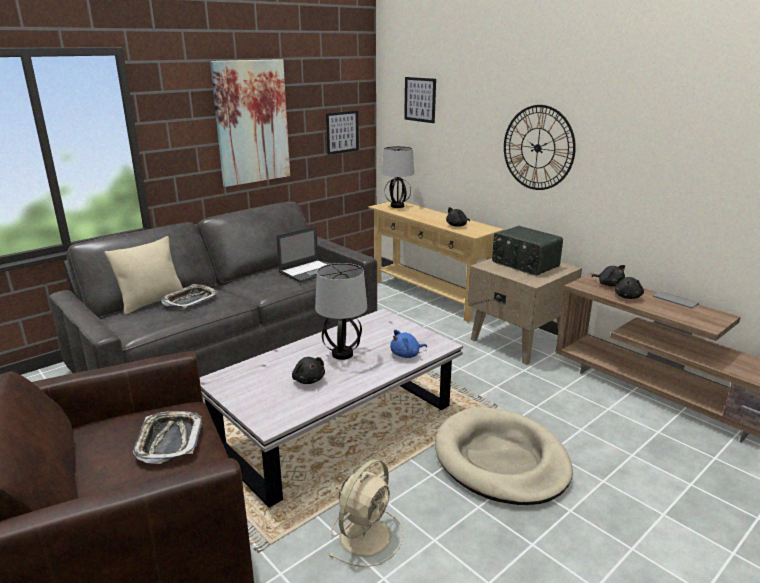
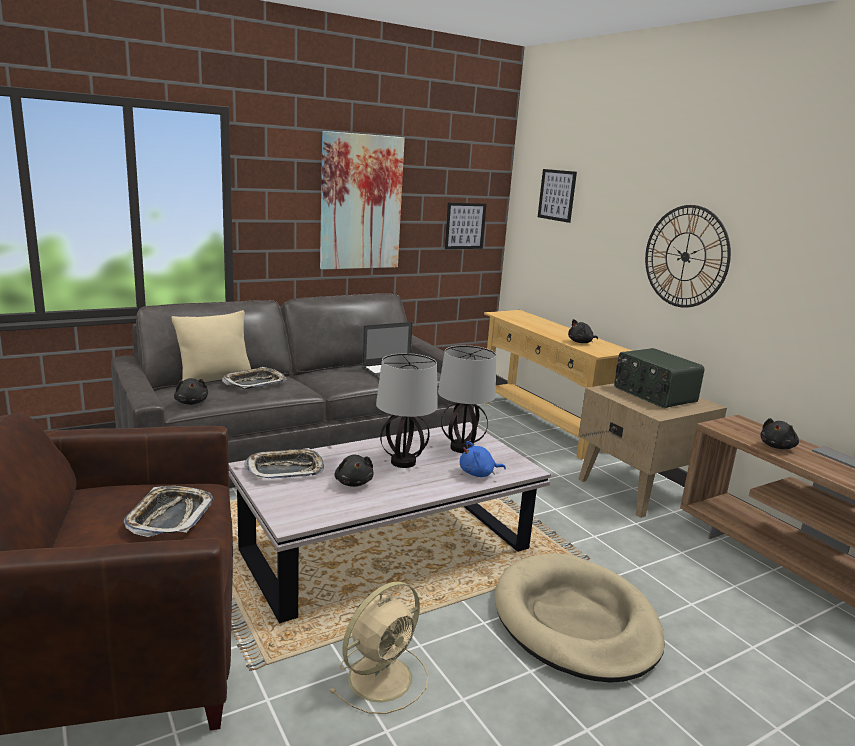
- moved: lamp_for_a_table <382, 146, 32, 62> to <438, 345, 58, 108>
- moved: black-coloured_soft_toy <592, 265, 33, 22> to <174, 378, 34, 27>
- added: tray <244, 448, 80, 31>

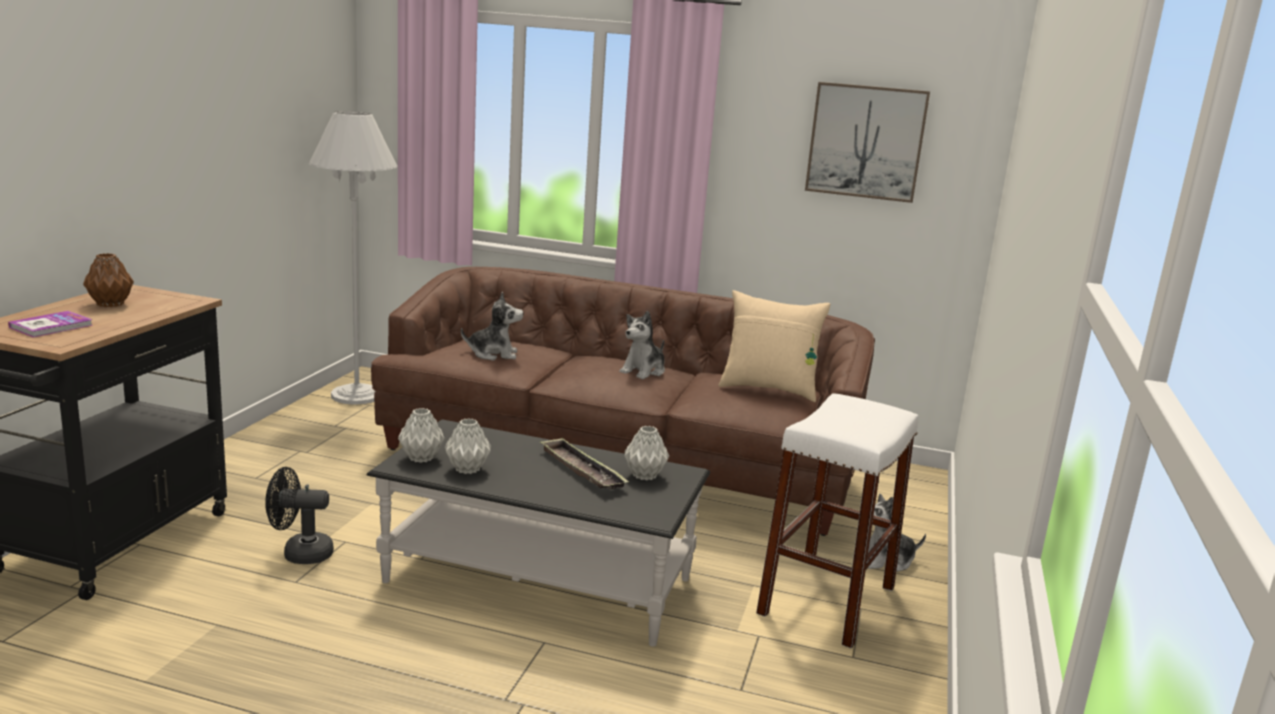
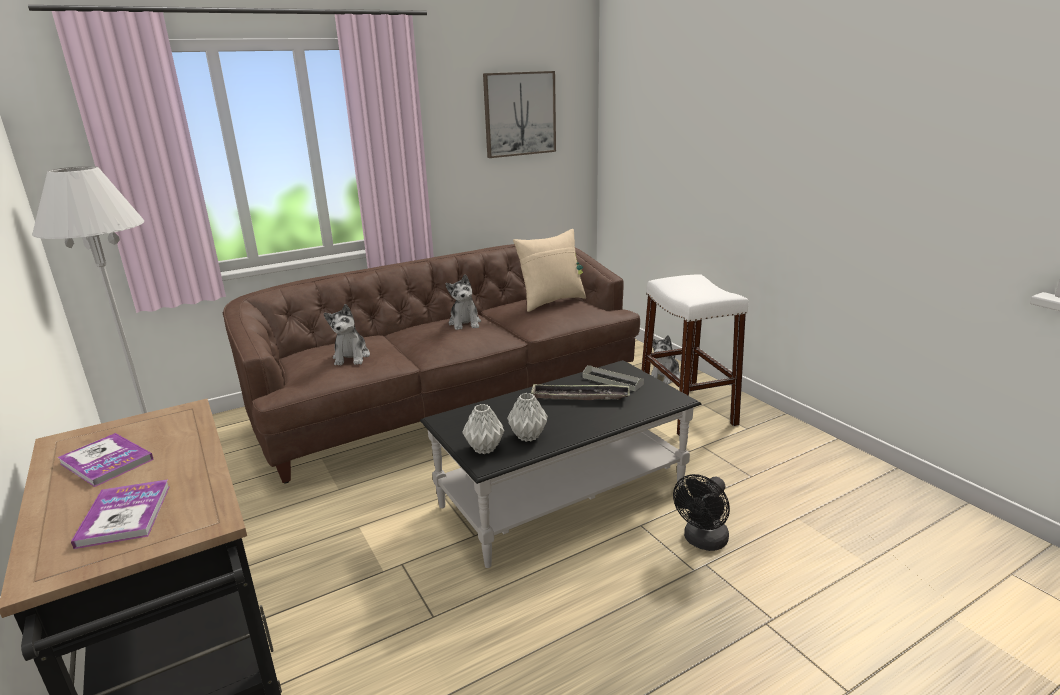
- replaced: brownish_flower_vase <83, 253, 51, 54> to bound_book <58, 433, 96, 54>
- moved: black-coloured_electric_fan <265, 467, 69, 97> to <673, 474, 57, 77>
- turned: soft_toy <461, 292, 63, 68> = <324, 304, 46, 61> 135 degrees clockwise
- replaced: grey_flower_vase <624, 426, 45, 55> to grey_tray <583, 365, 61, 26>

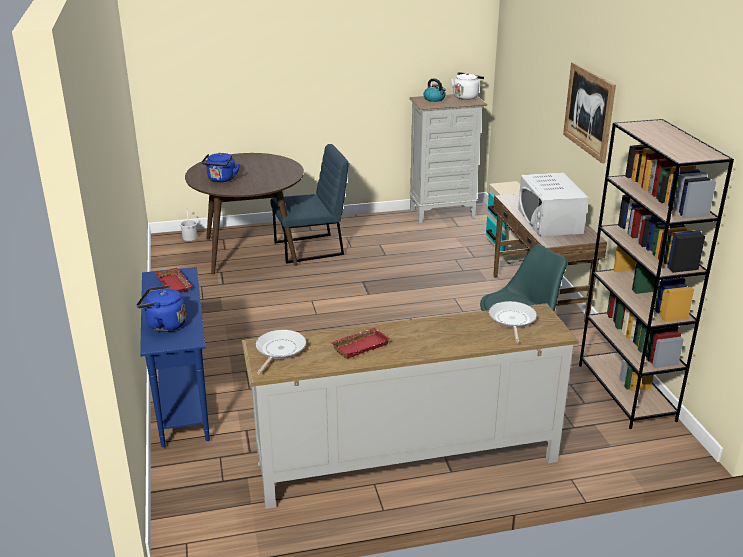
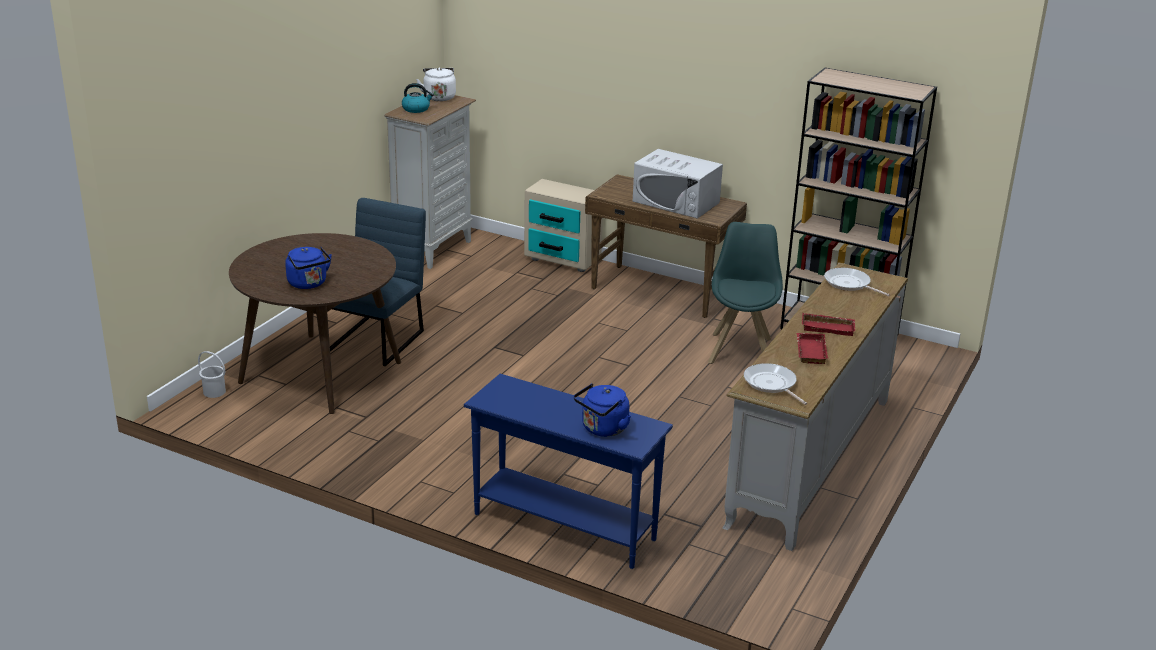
- moved: reddish_tray <155, 268, 38, 25> to <802, 313, 53, 23>
- removed: wall_art <563, 62, 53, 102>

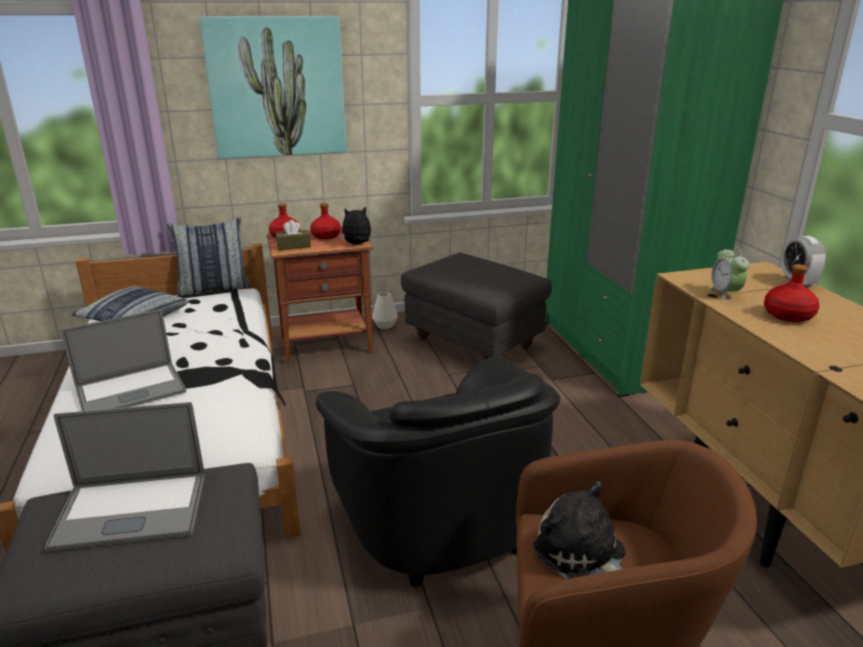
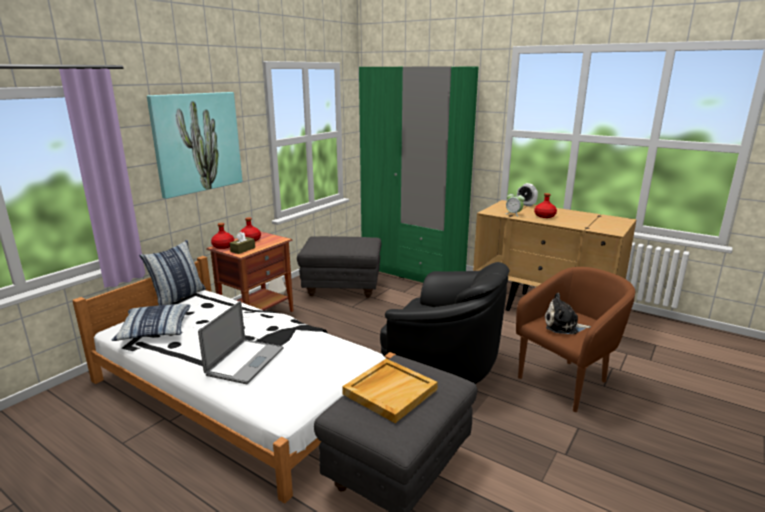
- replaced: portable_computer <45, 402, 160, 150> to beige-coloured_tray <342, 359, 96, 64>
- removed: soft_toy <341, 207, 30, 37>

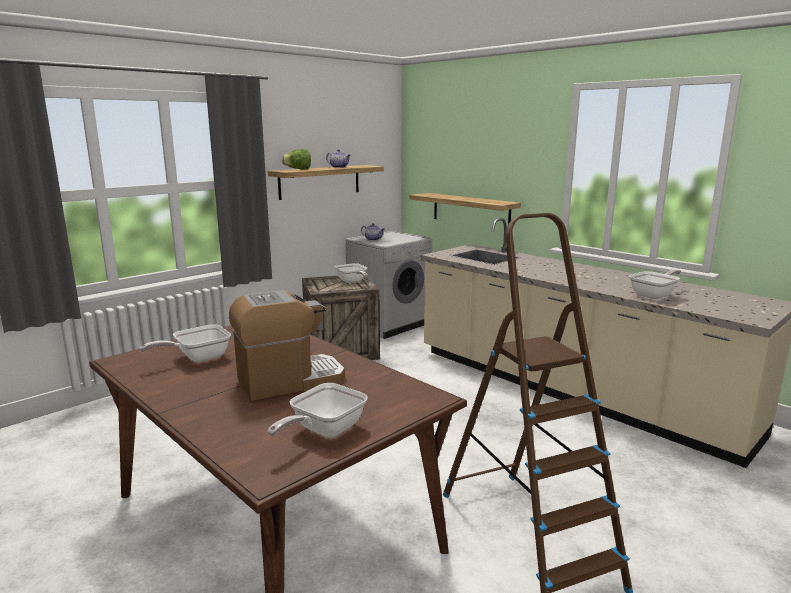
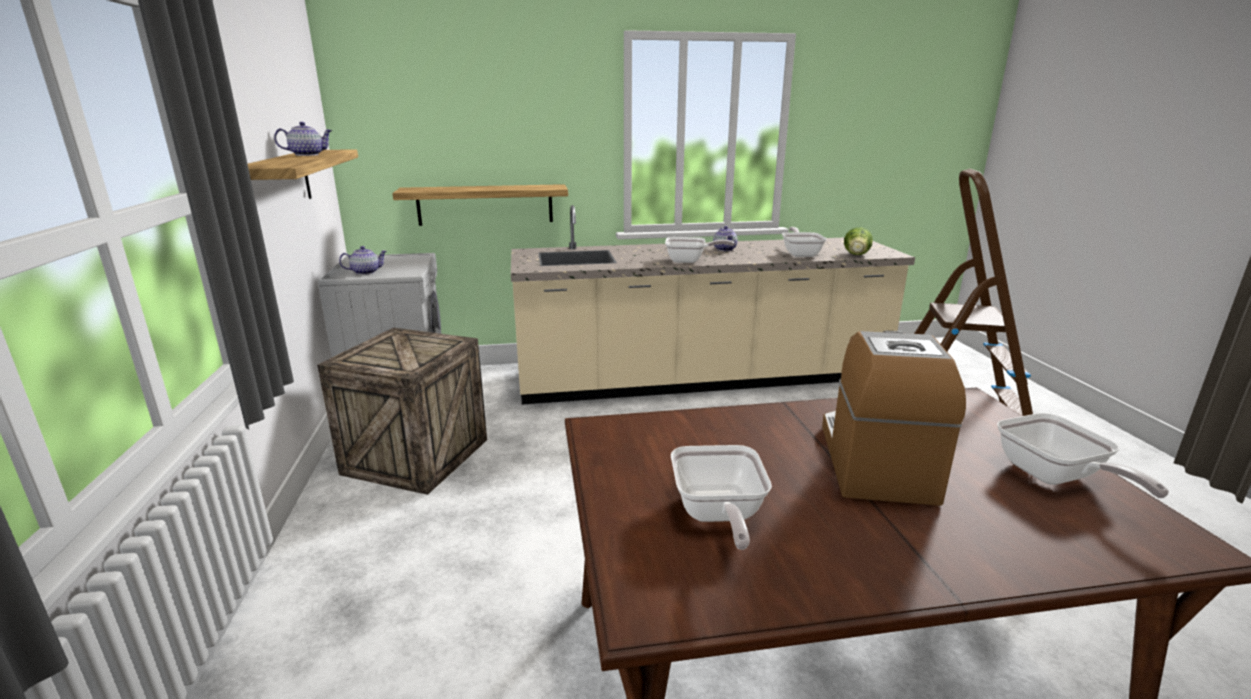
- moved: lettuce <282, 149, 29, 21> to <844, 227, 29, 28>
- moved: skillet <334, 263, 33, 20> to <665, 237, 70, 26>
- added: teapot <713, 226, 25, 25>

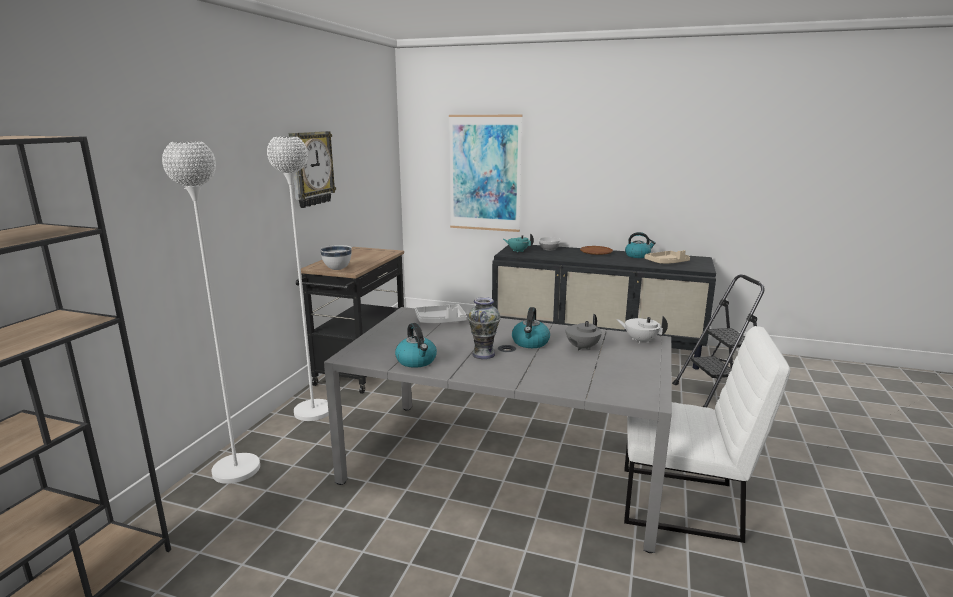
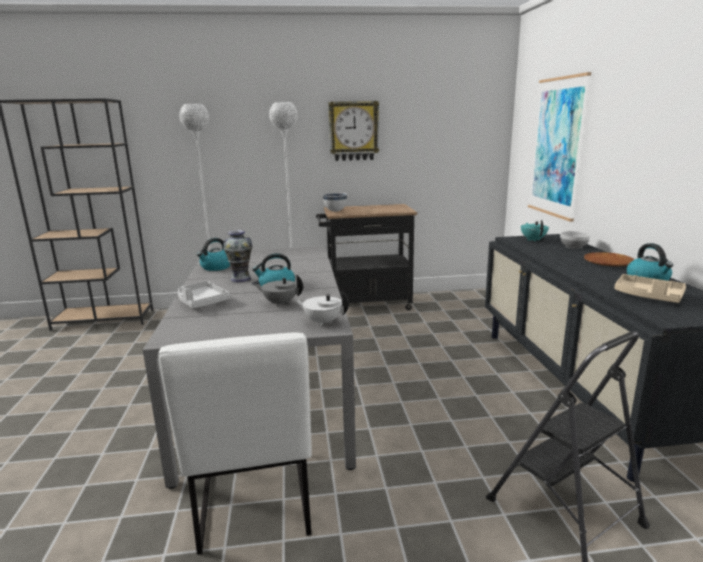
- moved: grey_tray <415, 304, 52, 19> to <178, 281, 53, 27>
- turned: white_teapot <616, 316, 52, 28> = <295, 291, 54, 35> 75 degrees counterclockwise

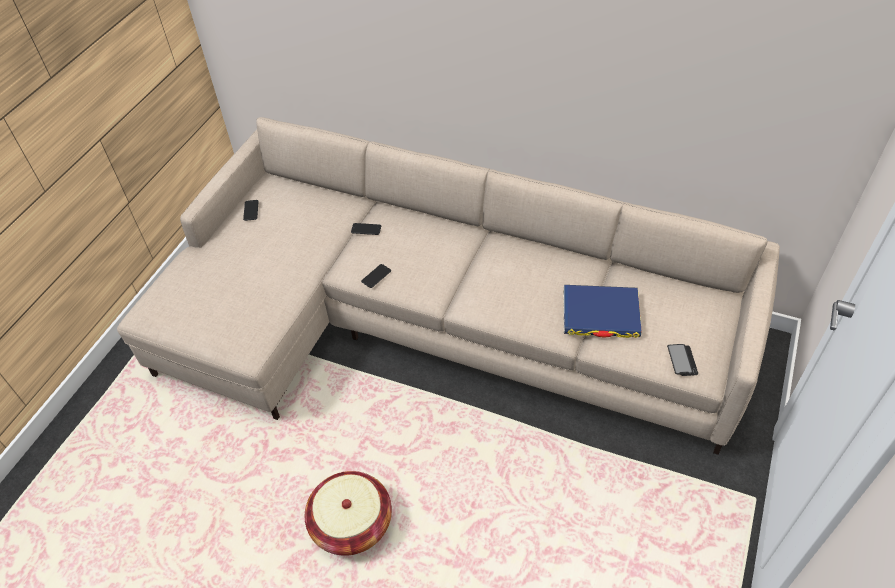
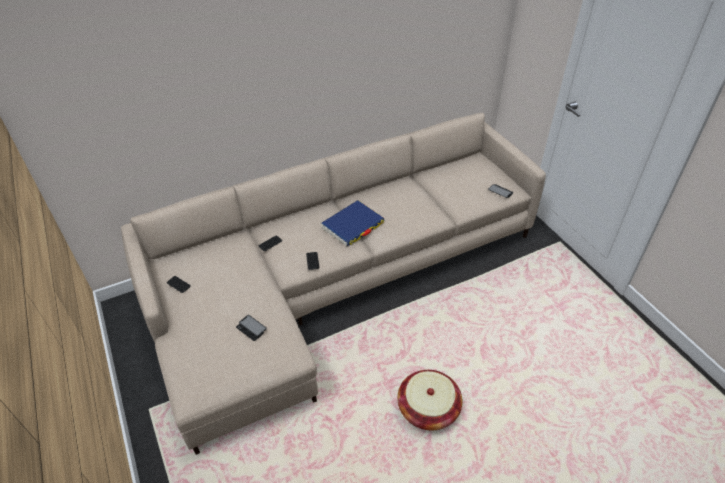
- moved: blue_bound_book <563, 285, 79, 53> to <321, 200, 64, 46>
- added: telephone <236, 315, 31, 26>

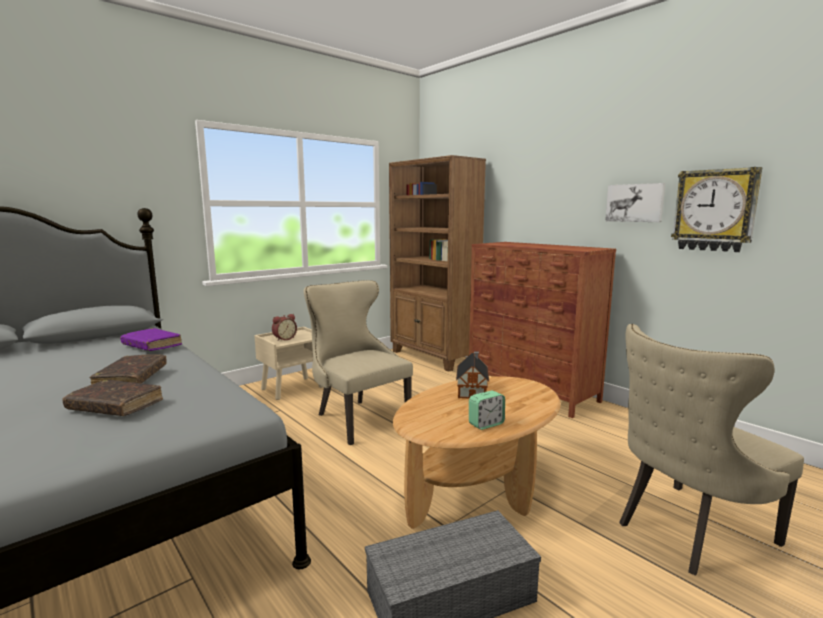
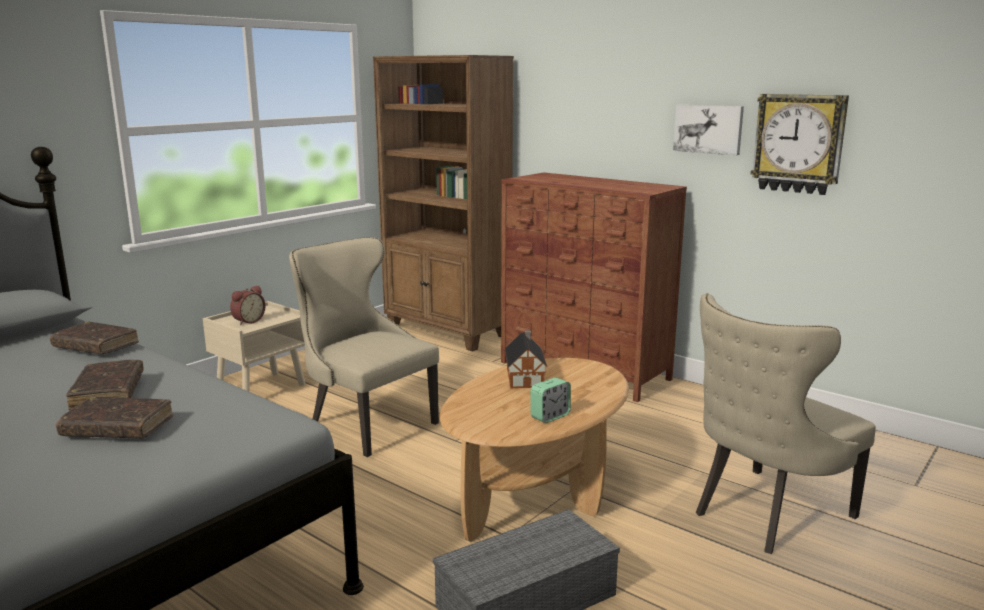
- recoloured: purple-coloured_bound_book <120, 328, 62, 23> to brownish_bound_book <50, 321, 89, 33>

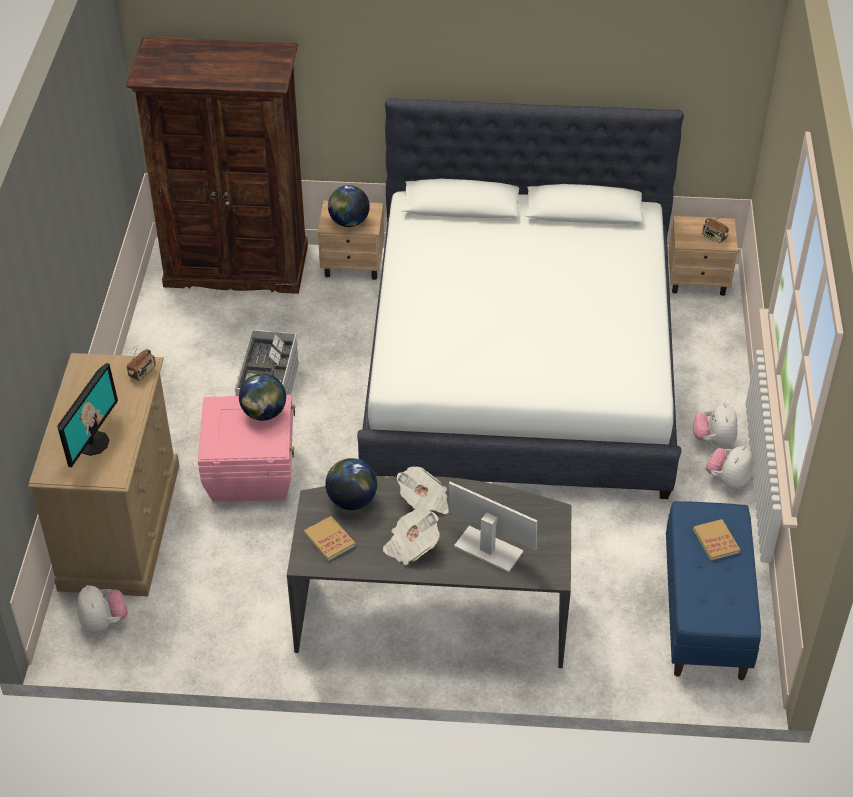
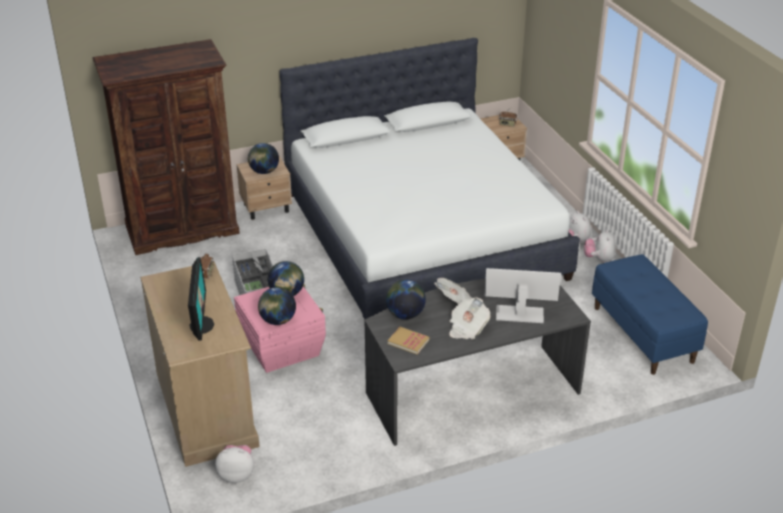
- turned: soft_toy <77, 585, 51, 48> = <215, 445, 39, 38> 45 degrees counterclockwise
- removed: bound_book <693, 519, 48, 42>
- added: globe <258, 287, 38, 38>

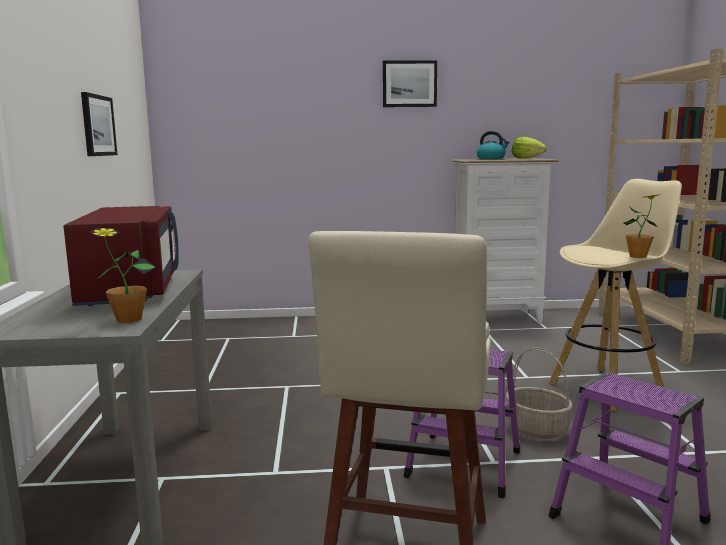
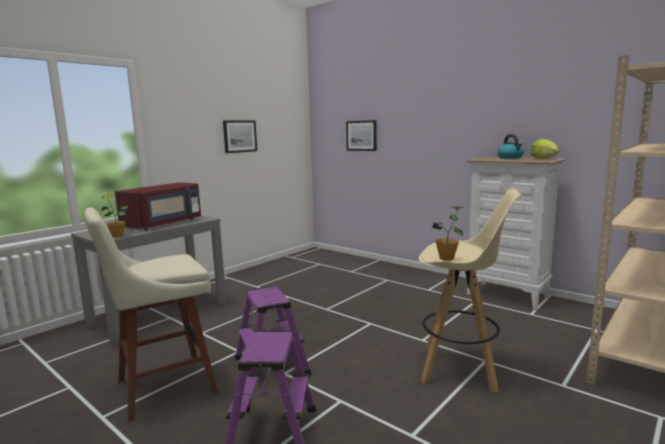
- moved: wall_art <383, 60, 54, 47> to <346, 120, 31, 31>
- removed: basket <506, 347, 66, 92>

